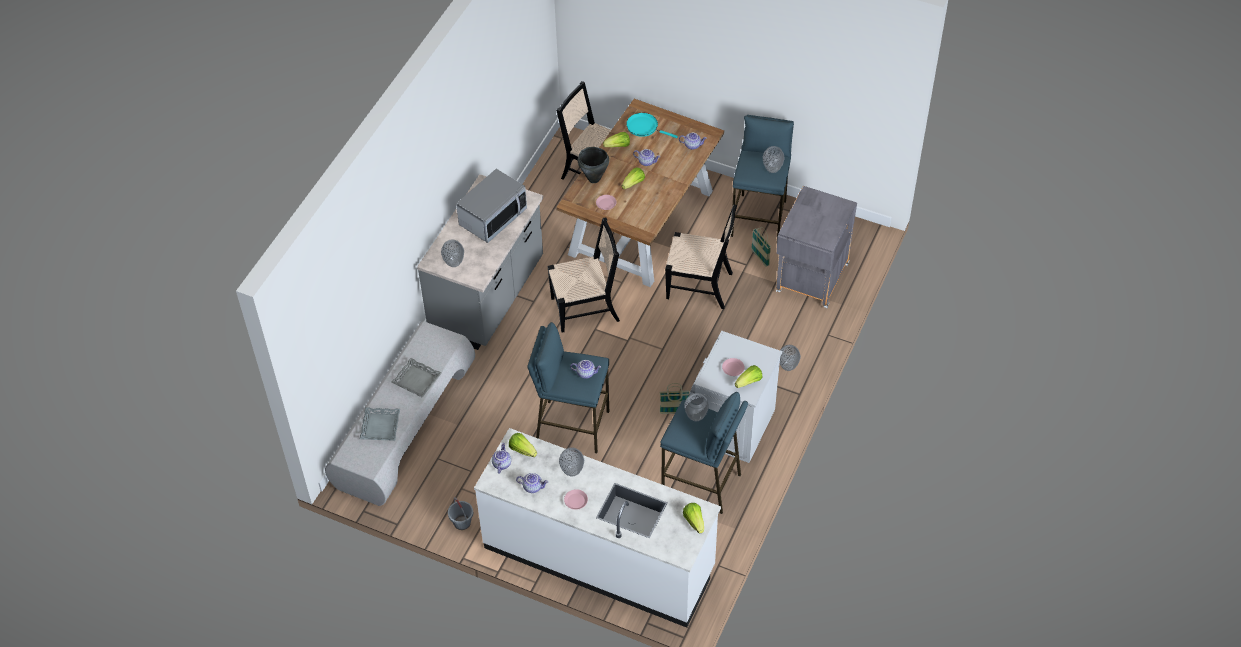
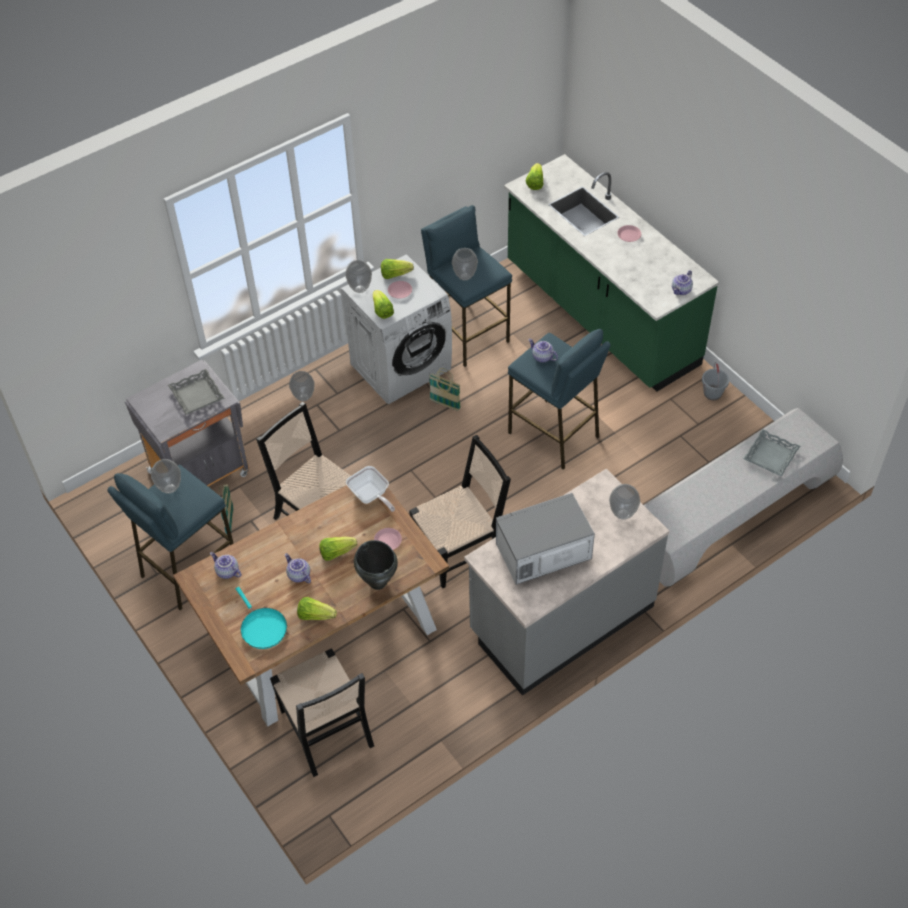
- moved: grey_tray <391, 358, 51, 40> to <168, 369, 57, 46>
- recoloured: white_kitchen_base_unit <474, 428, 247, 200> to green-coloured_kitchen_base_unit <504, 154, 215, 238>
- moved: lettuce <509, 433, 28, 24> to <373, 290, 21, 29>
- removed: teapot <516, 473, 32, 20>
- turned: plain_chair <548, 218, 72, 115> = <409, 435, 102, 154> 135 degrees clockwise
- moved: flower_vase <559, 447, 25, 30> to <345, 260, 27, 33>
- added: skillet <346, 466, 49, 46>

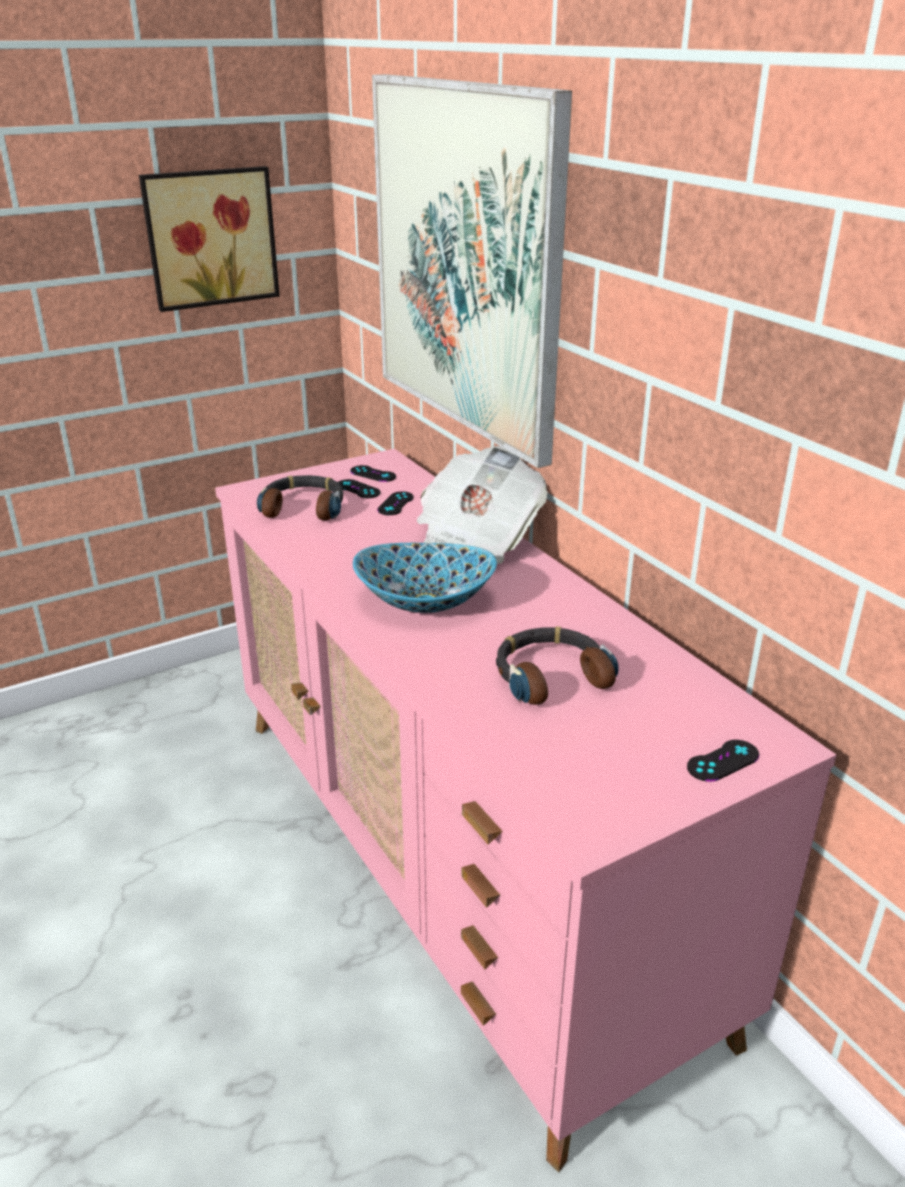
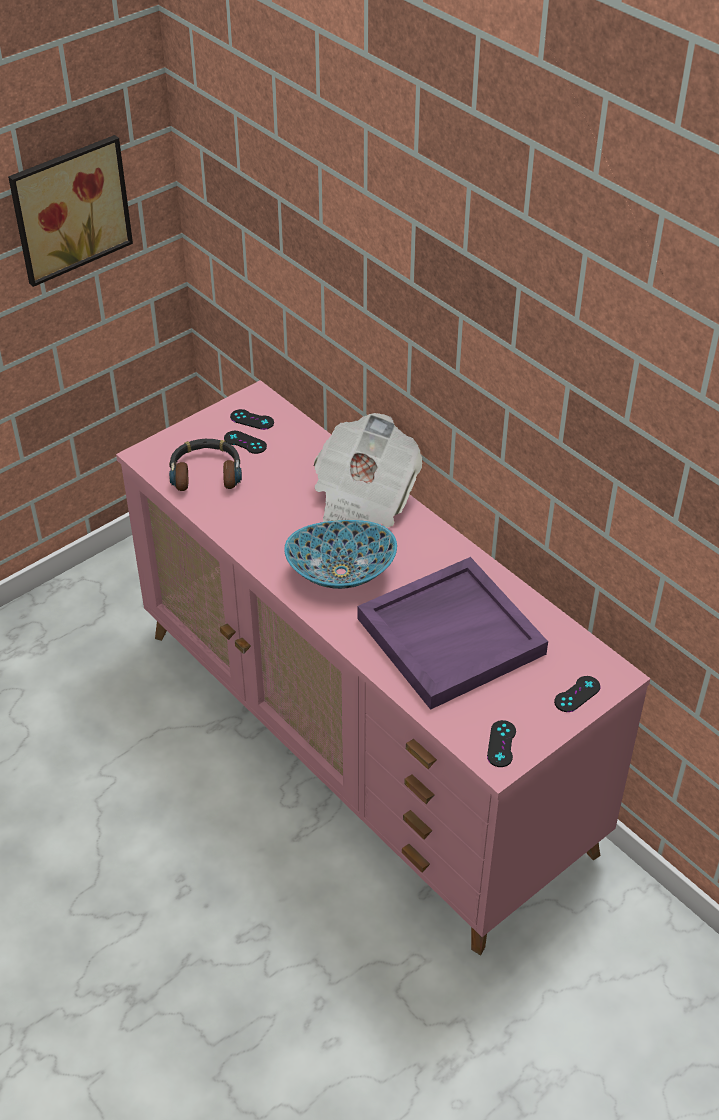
- removed: wall_art <372, 74, 200, 394>
- moved: black-coloured_gamepad <378, 491, 36, 24> to <487, 720, 29, 47>
- replaced: headset <496, 626, 123, 79> to purple-coloured_tray <358, 557, 190, 153>

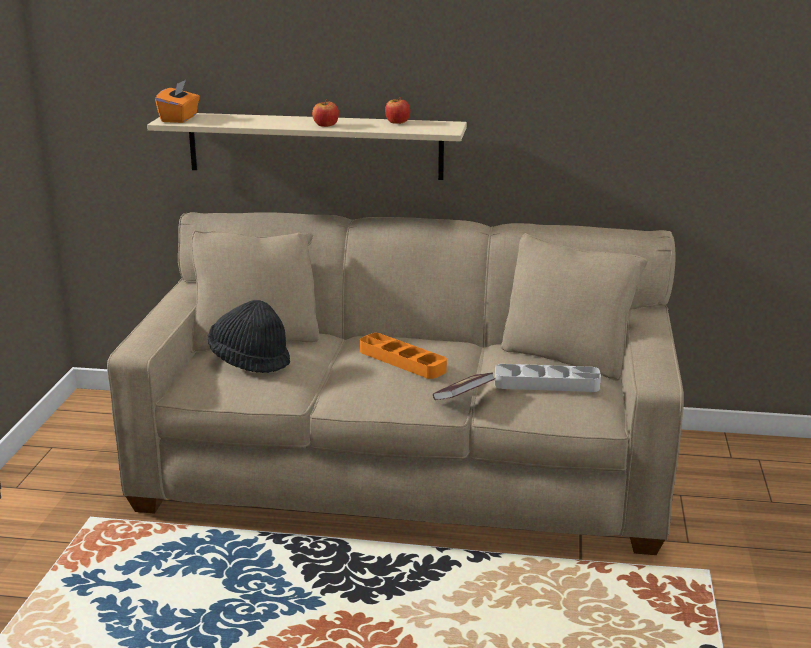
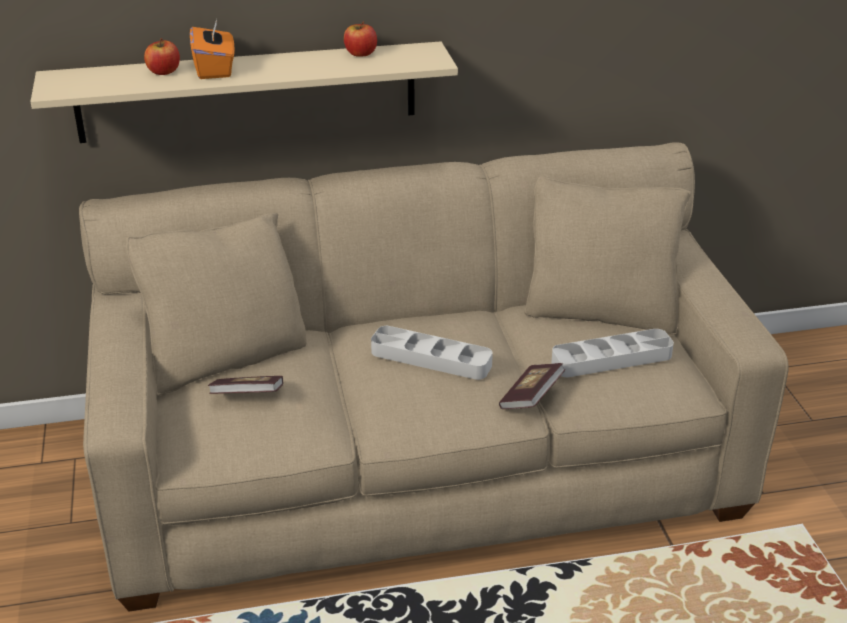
- moved: orangey_box_of_tissues <155, 80, 45, 43> to <190, 19, 45, 60>
- replaced: black-coloured_clothing_hat <208, 300, 82, 73> to bound_book <208, 376, 75, 18>
- moved: apple_fruit <312, 99, 27, 28> to <144, 38, 36, 37>
- recoloured: orangey_tray <360, 333, 87, 46> to grey_tray <371, 326, 122, 54>

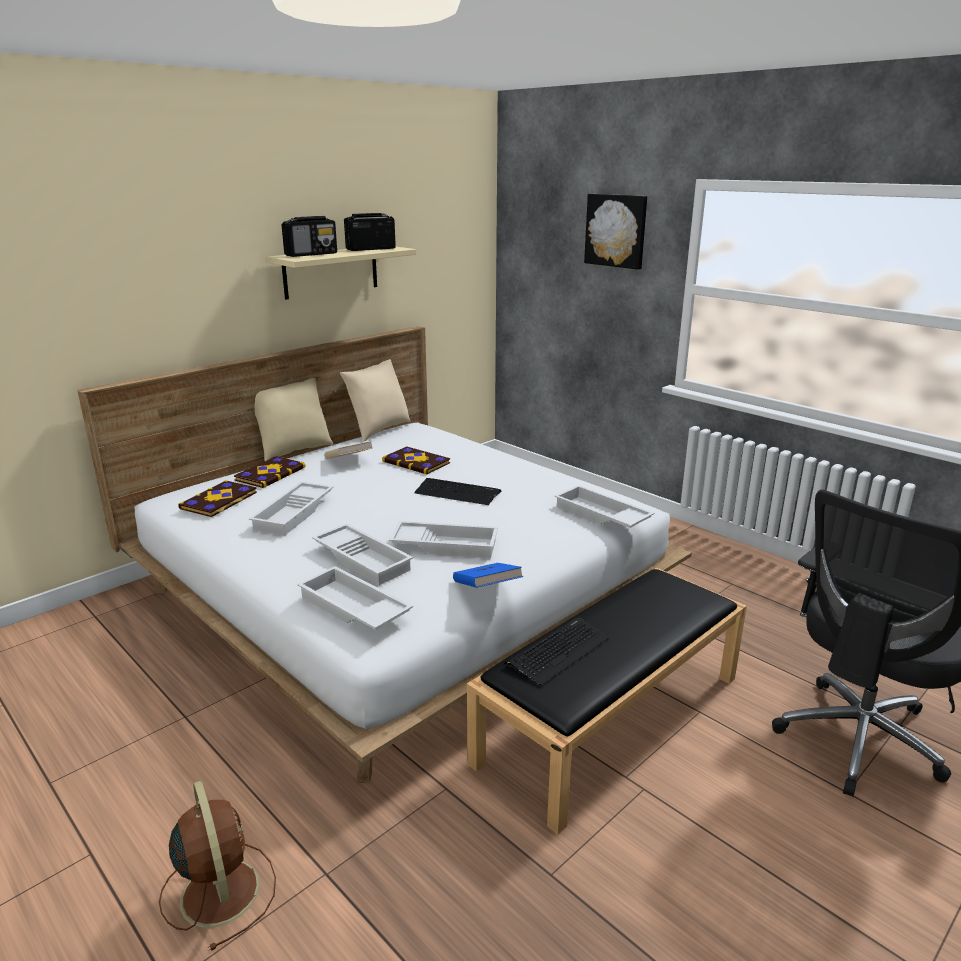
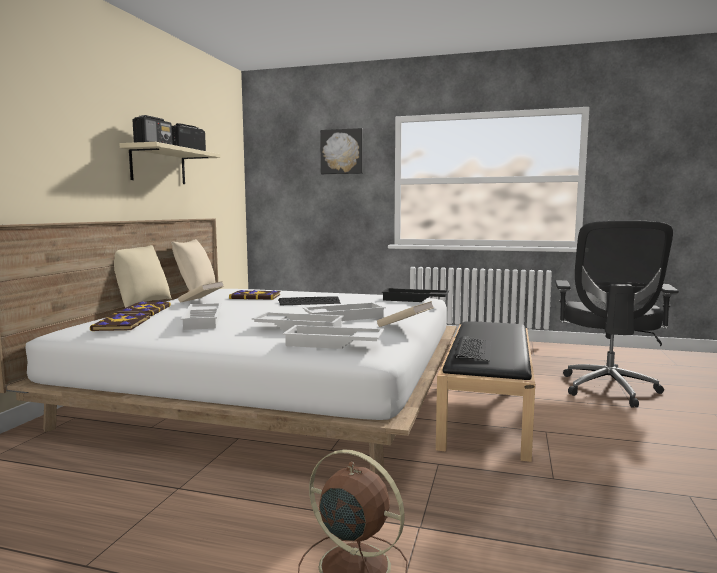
- recoloured: blue_bound_book <453, 563, 70, 25> to beige-coloured_bound_book <377, 301, 57, 26>
- recoloured: white_tray <554, 485, 100, 43> to black-coloured_tray <381, 288, 68, 14>

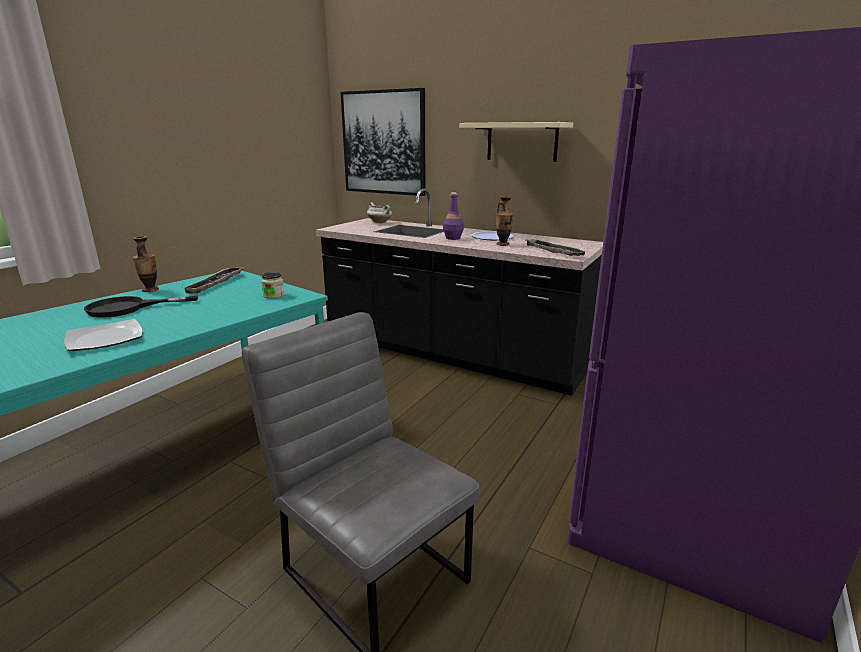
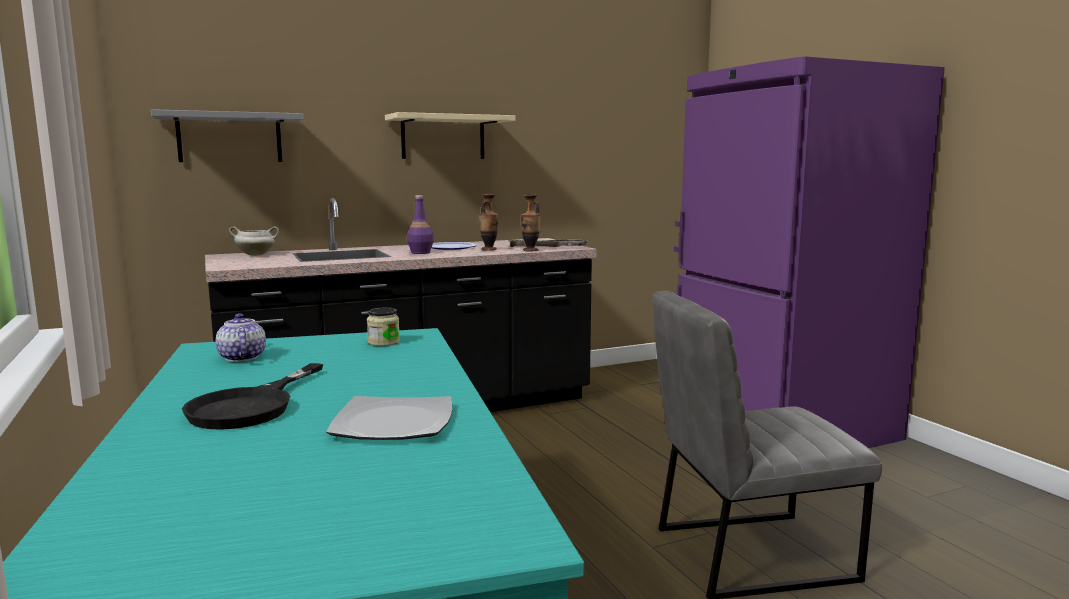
- moved: flower_vase <133, 236, 26, 56> to <521, 194, 20, 57>
- replaced: tray <183, 267, 60, 27> to teapot <216, 313, 50, 49>
- replaced: wall_art <341, 88, 84, 108> to grey_shelf <151, 109, 153, 53>

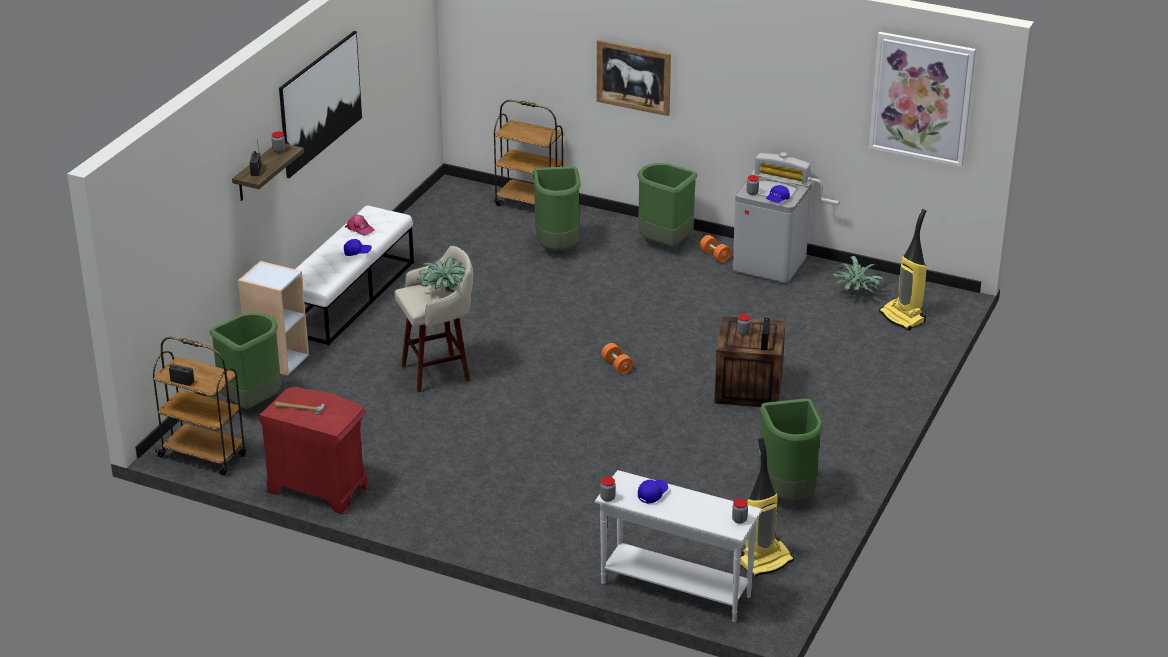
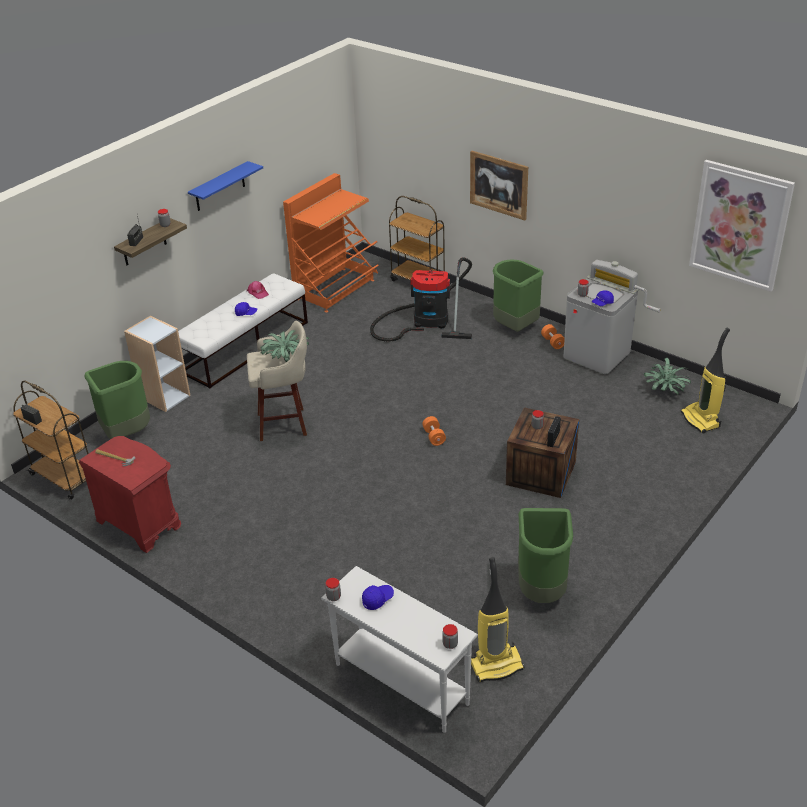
- replaced: wall_art <279, 31, 83, 147> to blue_shelf <188, 161, 75, 50>
- replaced: green-coloured_trash_can <533, 166, 48, 84> to vacuum_cleaner <370, 257, 102, 85>
- added: orangey_shoe_shelf <283, 173, 96, 139>

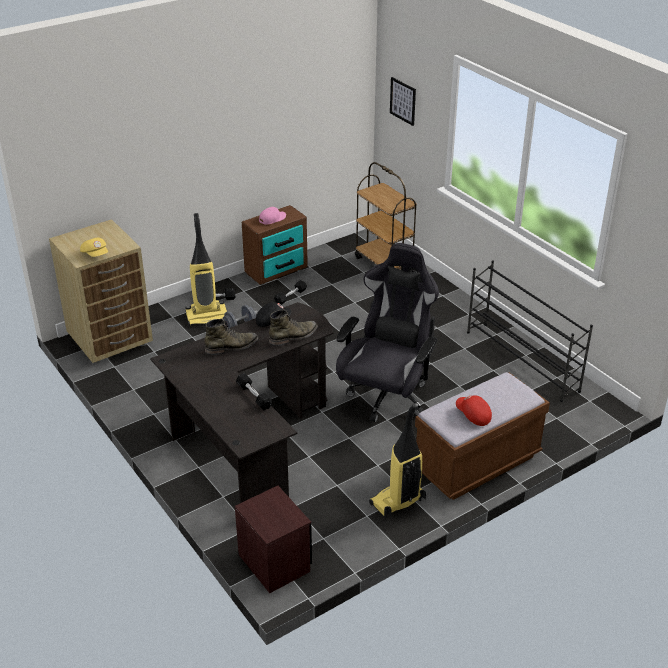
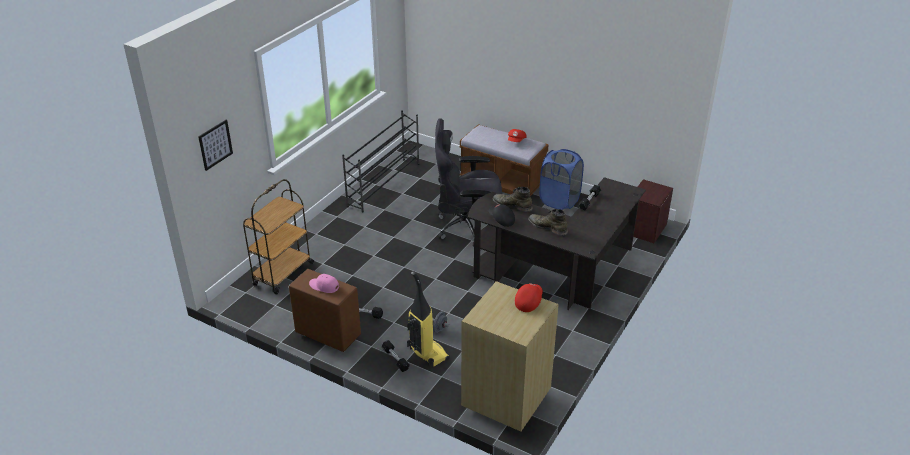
- recoloured: yellow-coloured_peaked_cap <80, 238, 28, 19> to reddish_peaked_cap <515, 283, 28, 29>
- replaced: vacuum_cleaner <369, 403, 57, 115> to blue_laundry_basket <539, 149, 45, 61>

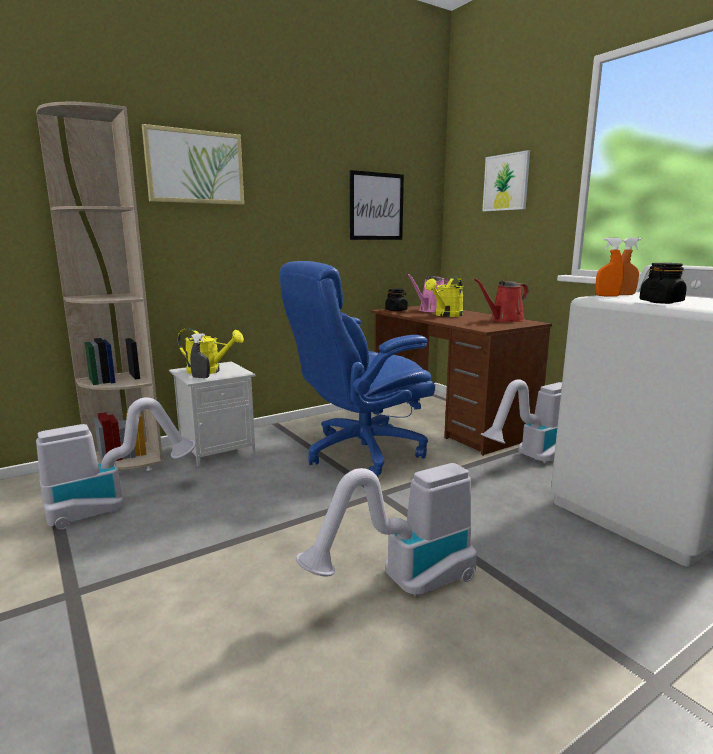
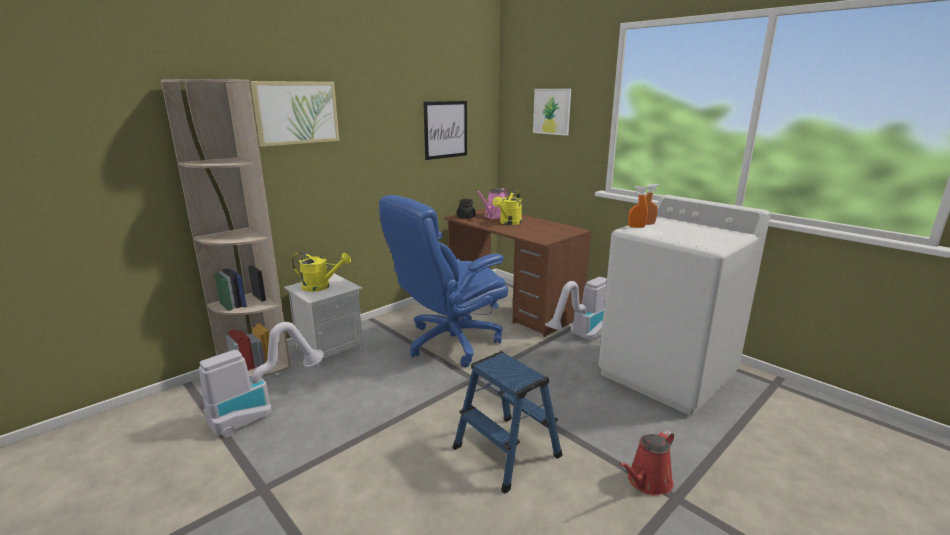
- removed: grey_hand_sprayer <190, 333, 20, 45>
- replaced: vacuum_cleaner <296, 463, 181, 135> to blue_step_stool <453, 351, 110, 143>
- moved: reddish_watering_can <474, 278, 55, 44> to <619, 430, 55, 66>
- removed: black-coloured_preserve_jar <639, 263, 48, 41>

